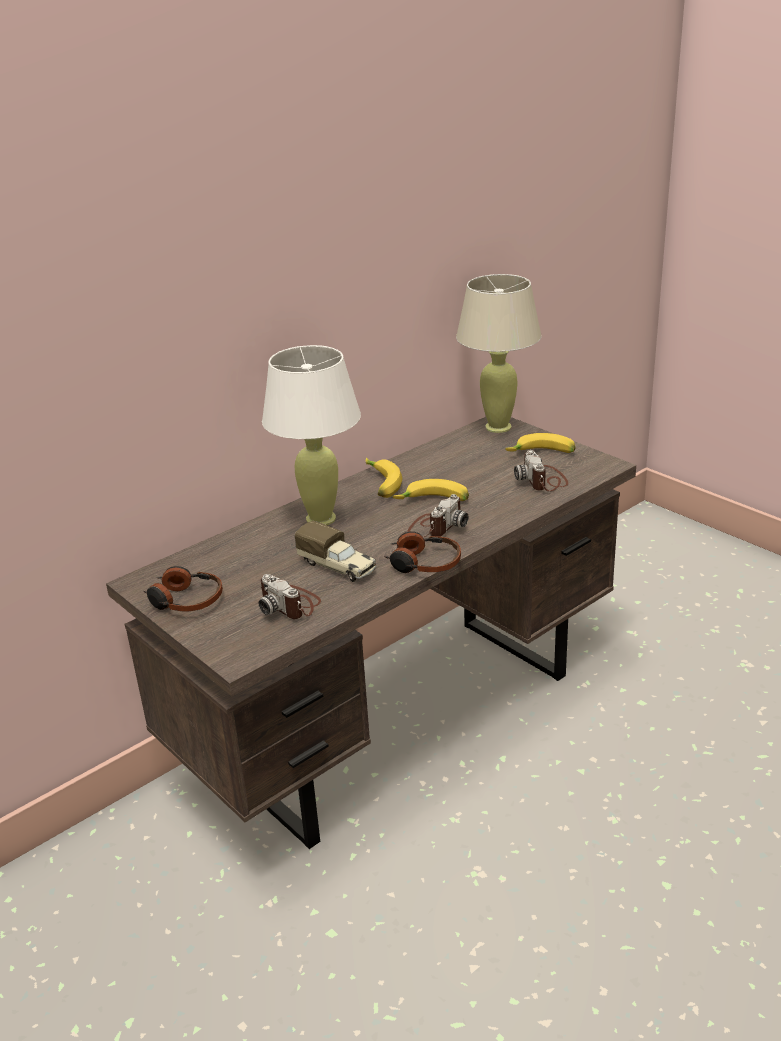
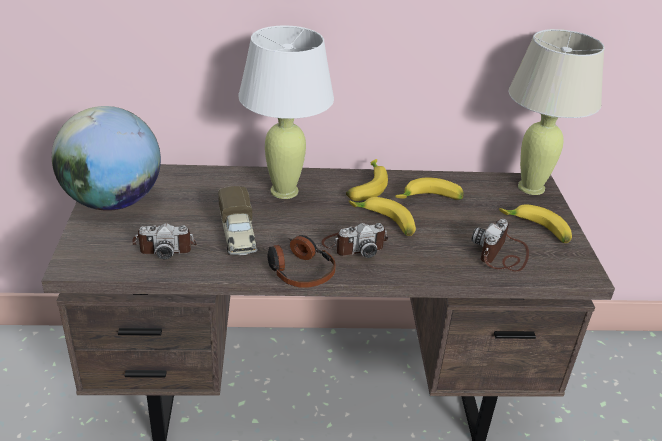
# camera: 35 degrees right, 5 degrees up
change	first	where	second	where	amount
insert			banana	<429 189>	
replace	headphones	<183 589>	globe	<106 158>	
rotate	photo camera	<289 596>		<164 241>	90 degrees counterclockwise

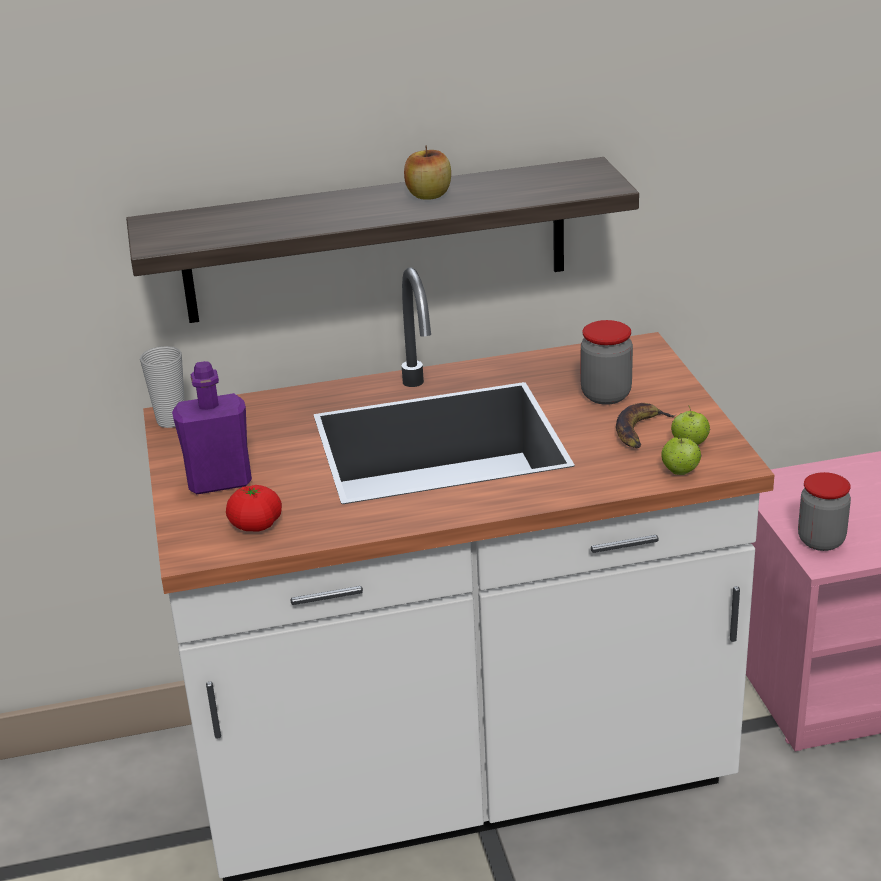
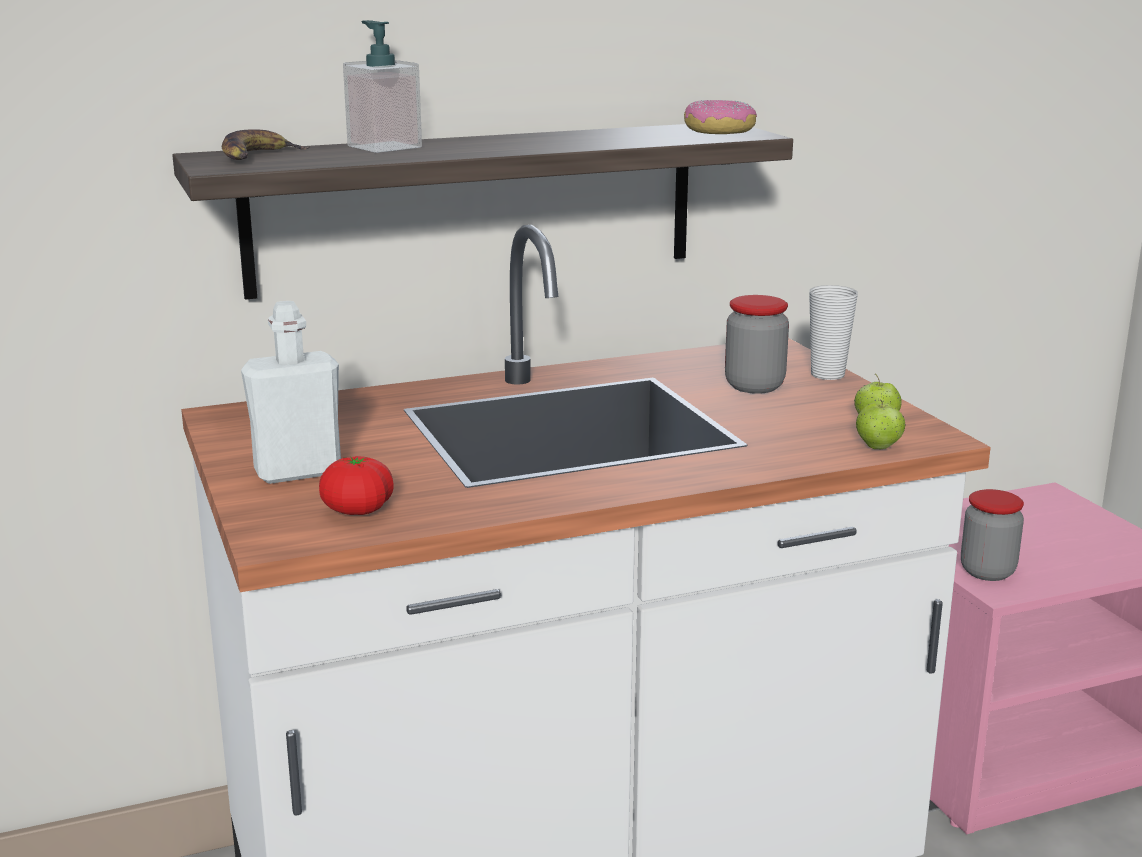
# camera: 10 degrees left, 10 degrees down
change	first	where	second	where	amount
delete	apple	<427 172>			
insert			soap dispenser	<382 86>	
insert			donut	<720 117>	
move	cup	<162 387>		<833 332>	
move	banana	<646 426>		<265 144>	
recolor	bottle (purple)	<212 427>	bottle (white)	<291 392>	

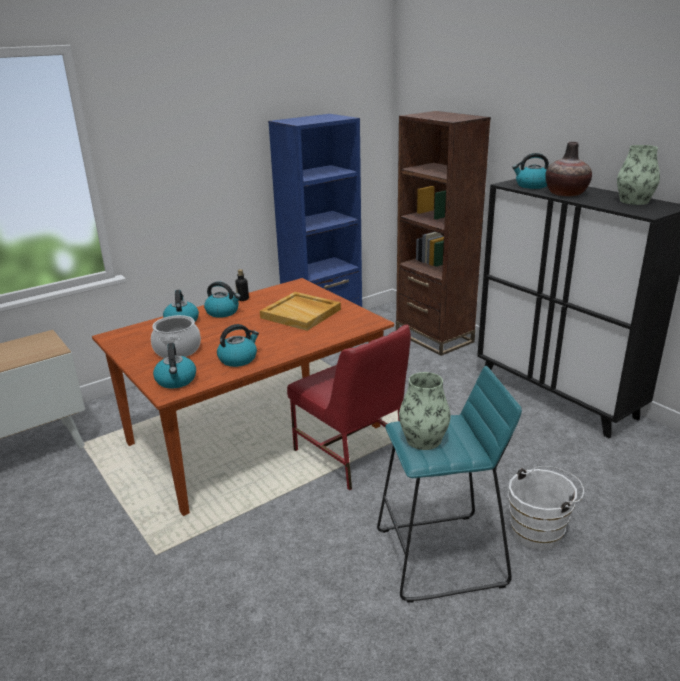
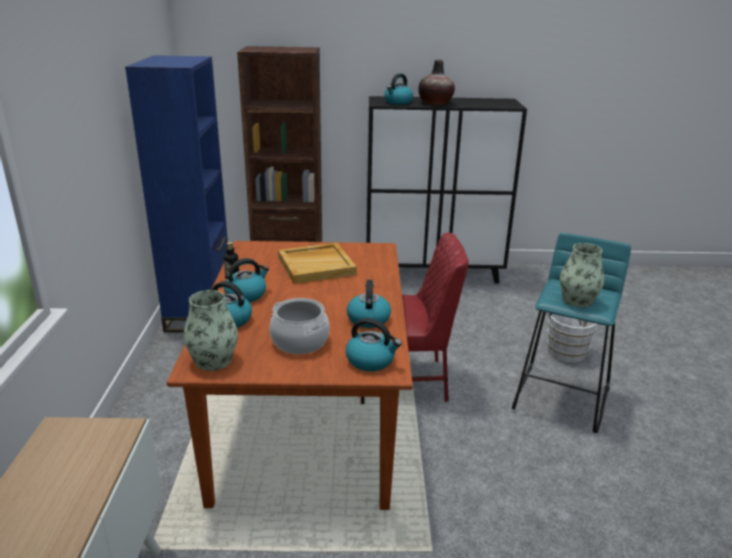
# camera: 55 degrees left, 0 degrees up
change	first	where	second	where	amount
move	vase	<638 175>		<210 330>	

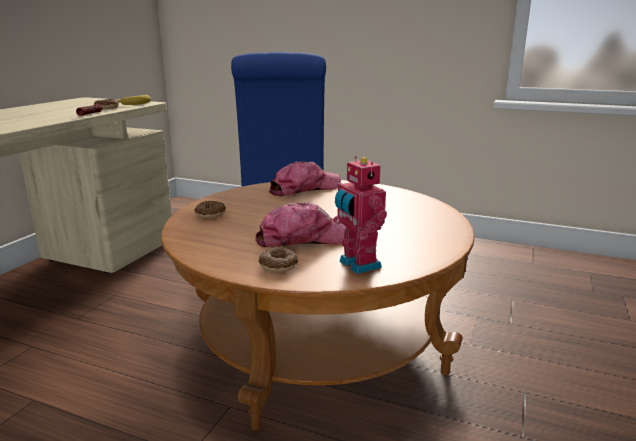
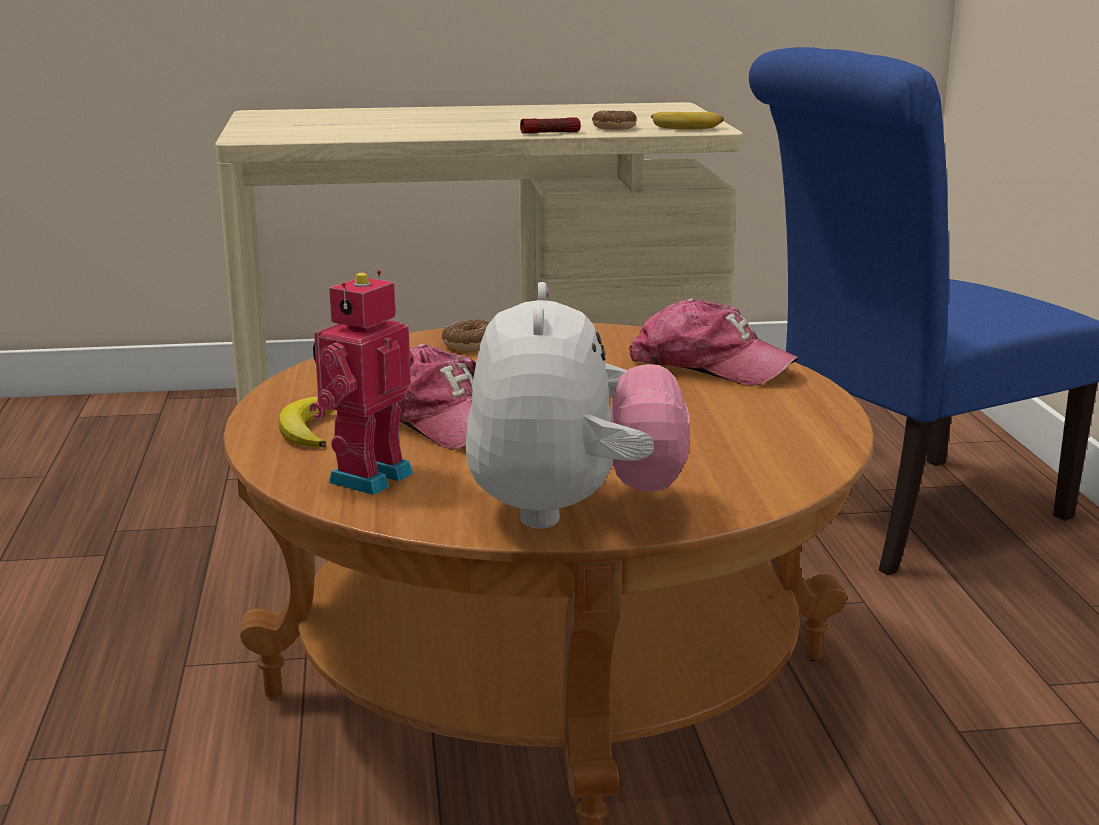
# camera: 60 degrees right, 0 degrees up
change	first	where	second	where	amount
insert			plush toy	<577 405>	
replace	donut	<278 259>	banana	<306 422>	

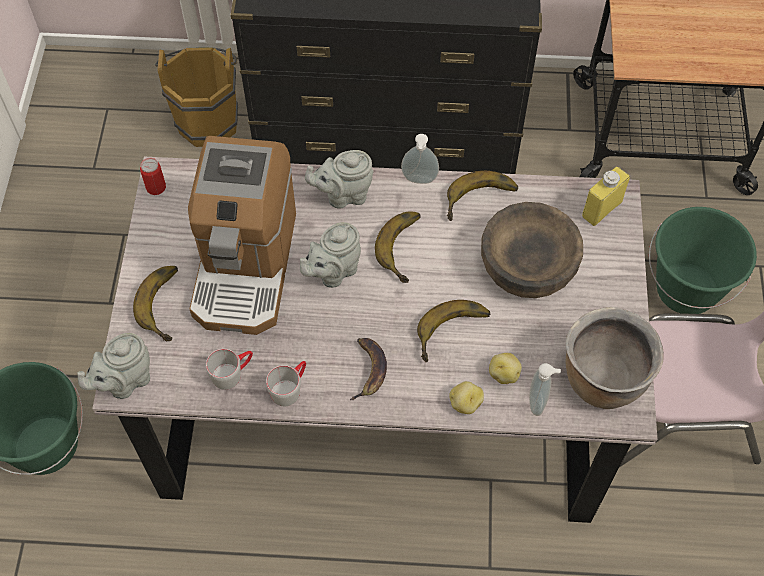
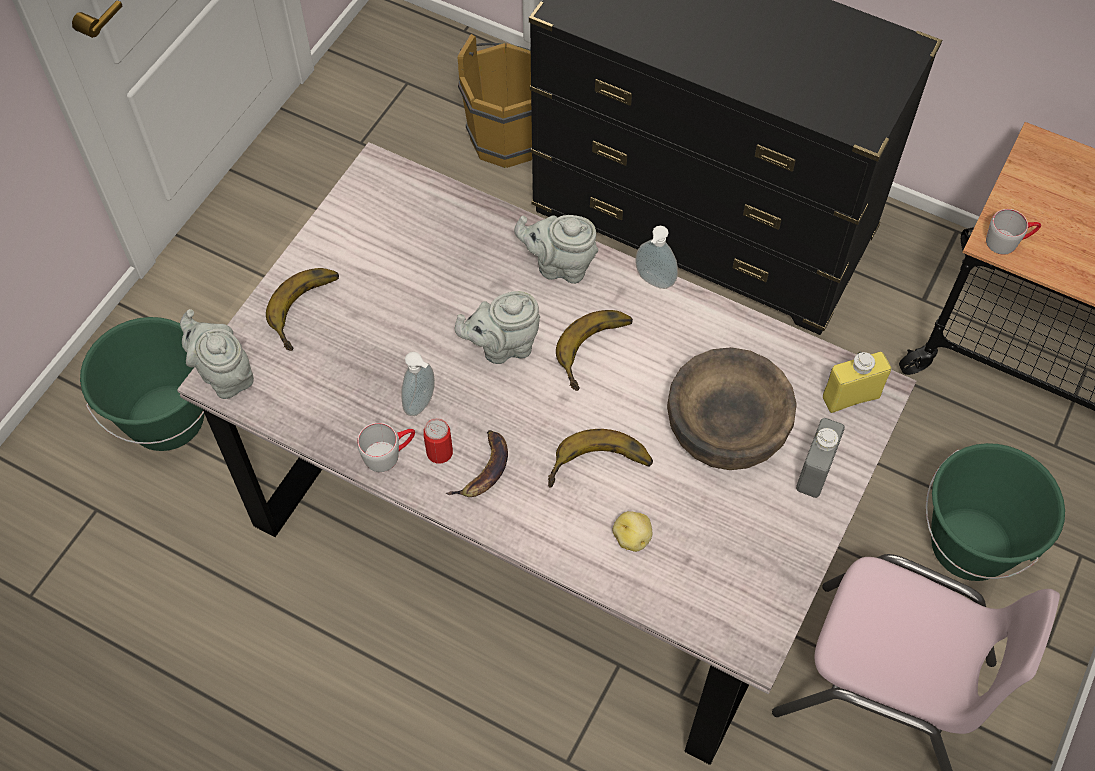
# camera: 25 degrees right, 0 degrees up
change	first	where	second	where	amount
delete	coffee machine	<242 235>			
delete	banana	<482 196>			
delete	potato	<466 397>			
delete	cooking pot (brown)	<614 358>			
insert			bottle (grey)	<820 458>	
move	can	<153 176>		<438 441>	
move	mug (grey)	<229 369>		<1013 232>	
move	soap dispenser	<545 389>		<418 384>	
rotate	teapot (grey)	<113 366>		<217 354>	60 degrees clockwise

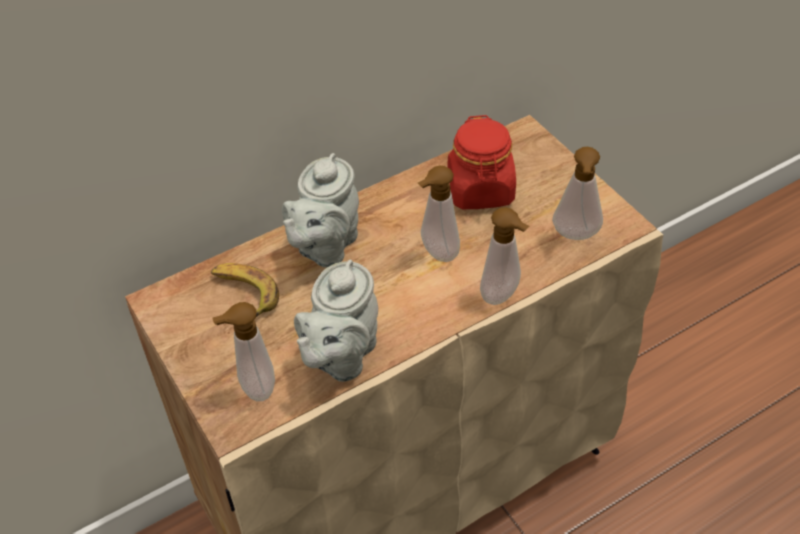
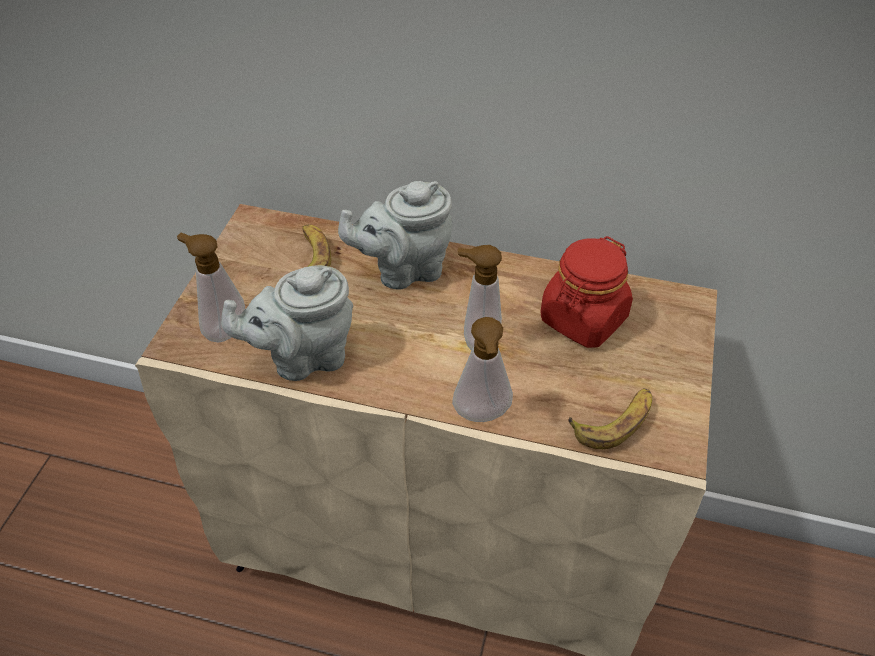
# camera: 45 degrees right, 0 degrees up
change	first	where	second	where	amount
replace	soap dispenser	<577 193>	banana	<610 418>	

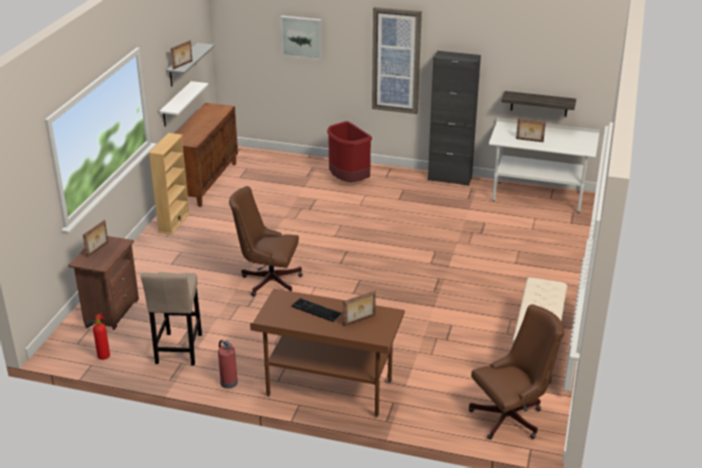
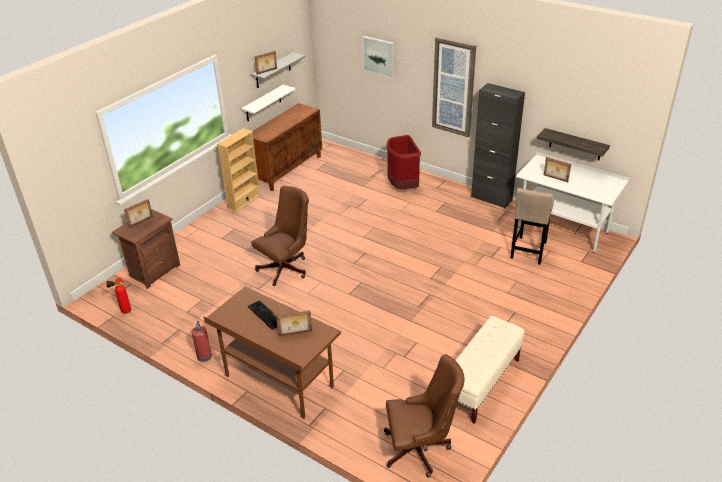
# camera: 20 degrees right, 5 degrees up
change	first	where	second	where	amount
move	stool (beige)	<171 318>		<532 226>	
rotate	office chair (brown)	<266 241>		<280 236>	105 degrees clockwise

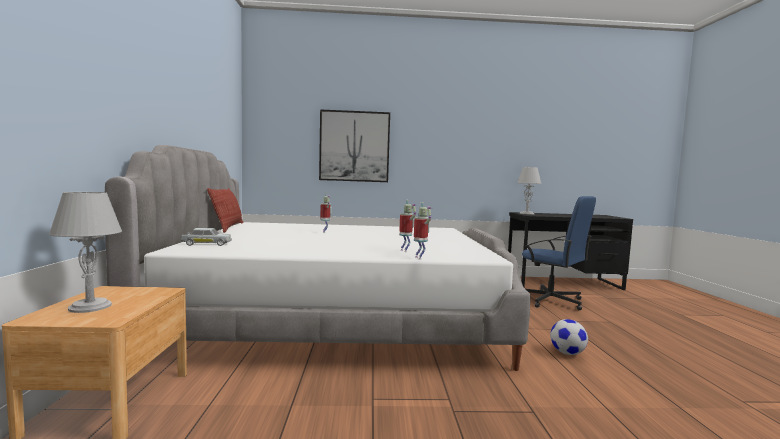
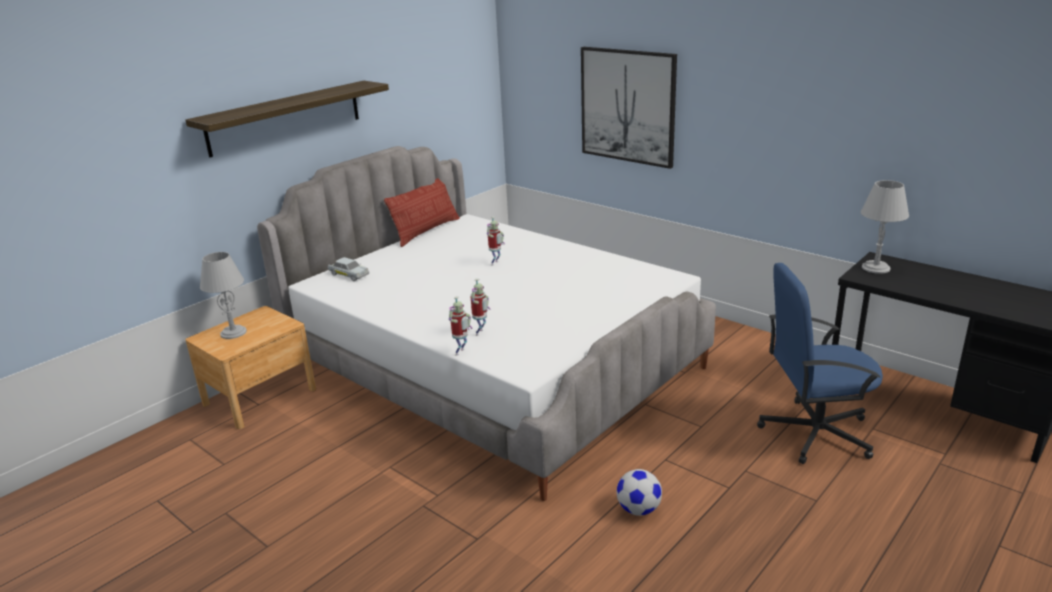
# camera: 45 degrees right, 20 degrees up
change	first	where	second	where	amount
insert			shelf	<287 119>	
rotate	office chair (blue)	<559 253>		<820 363>	90 degrees clockwise

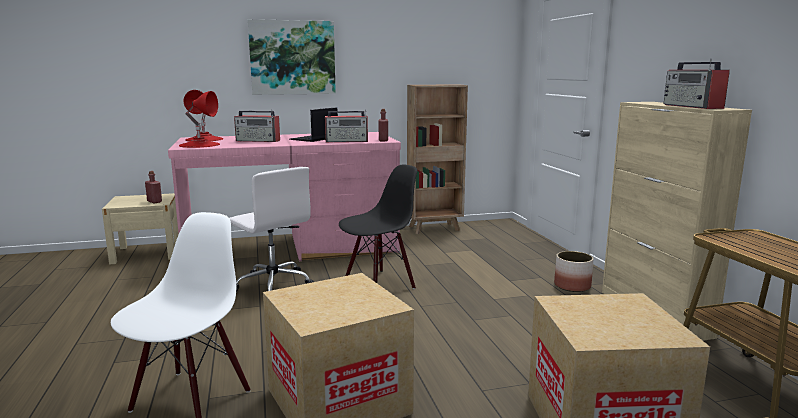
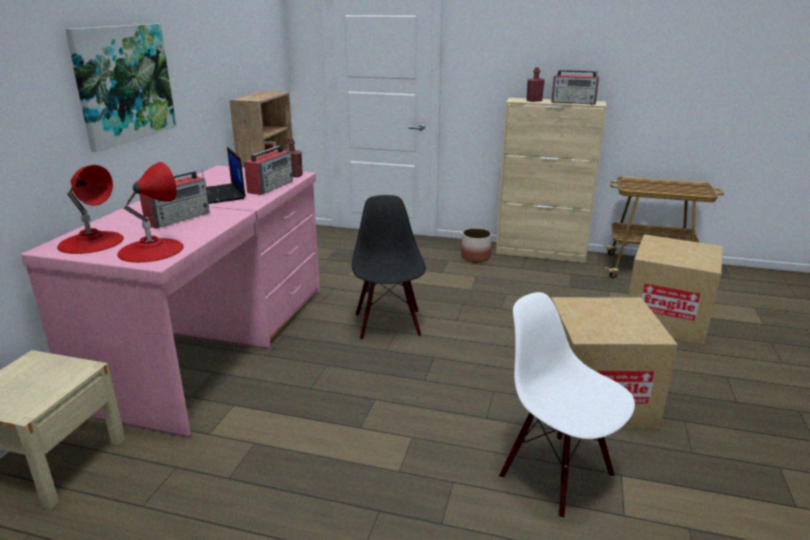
# camera: 60 degrees left, 10 degrees up
change	first	where	second	where	amount
delete	office chair (white)	<271 229>			
move	bottle (red)	<153 187>		<535 84>	

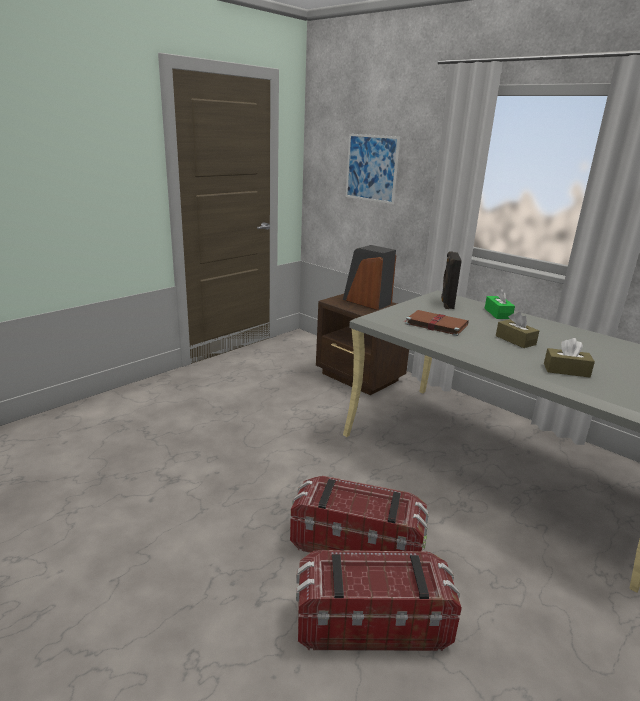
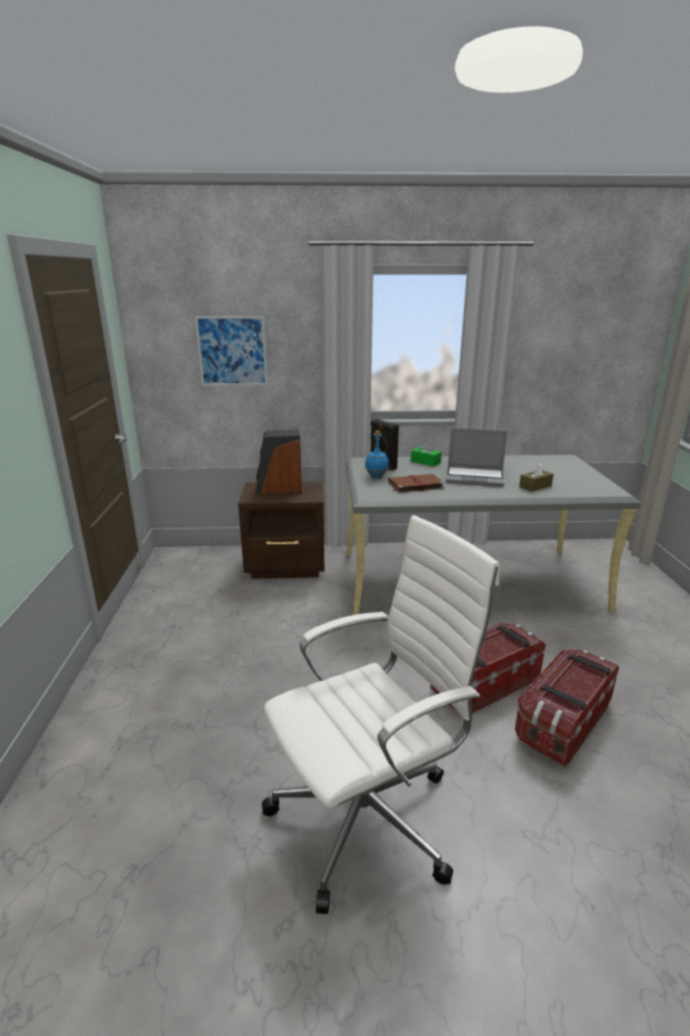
# camera: 45 degrees left, 0 degrees up
change	first	where	second	where	amount
insert			office chair (white)	<381 714>	
insert			bottle (blue)	<377 455>	
replace	tissue box (brown)	<517 330>	laptop	<476 457>	

